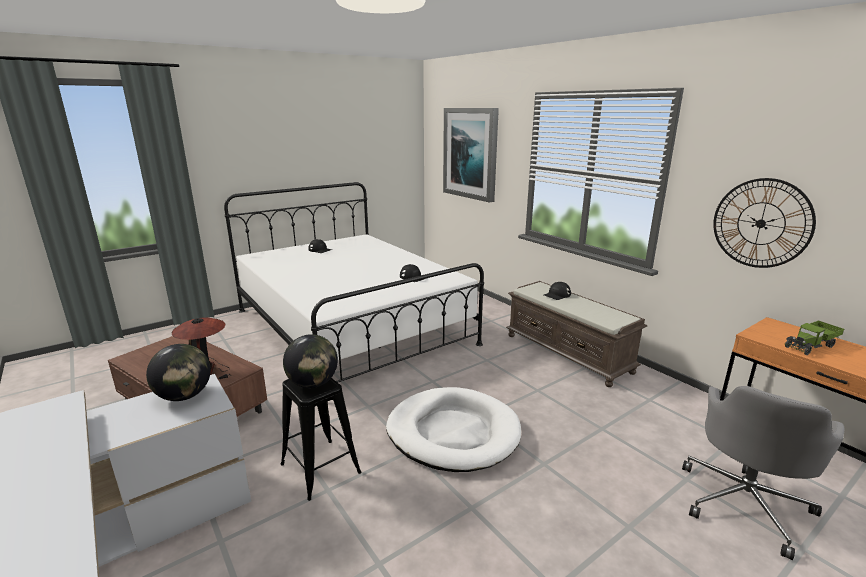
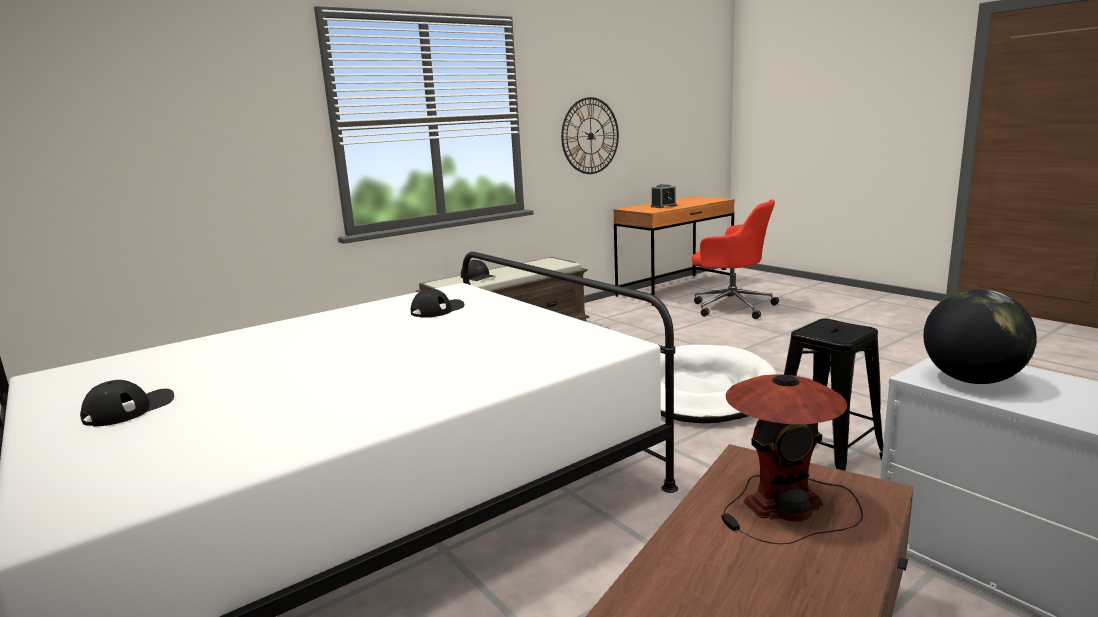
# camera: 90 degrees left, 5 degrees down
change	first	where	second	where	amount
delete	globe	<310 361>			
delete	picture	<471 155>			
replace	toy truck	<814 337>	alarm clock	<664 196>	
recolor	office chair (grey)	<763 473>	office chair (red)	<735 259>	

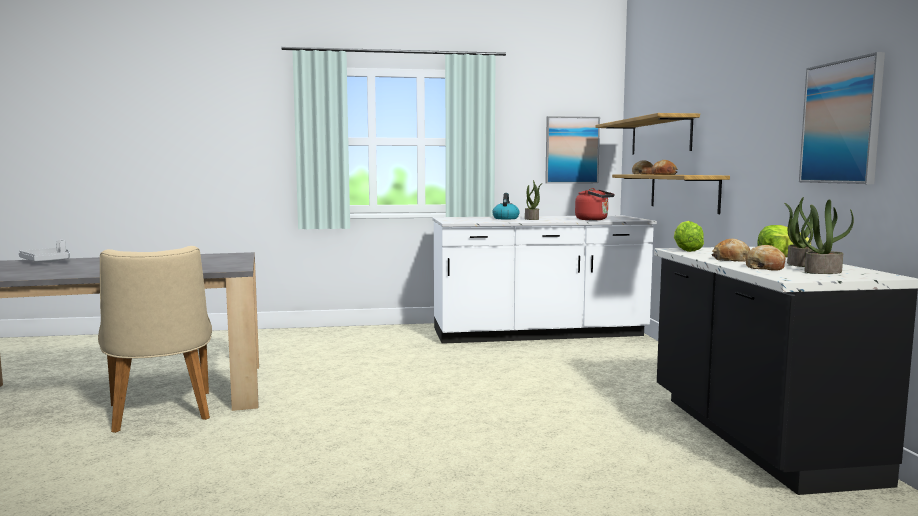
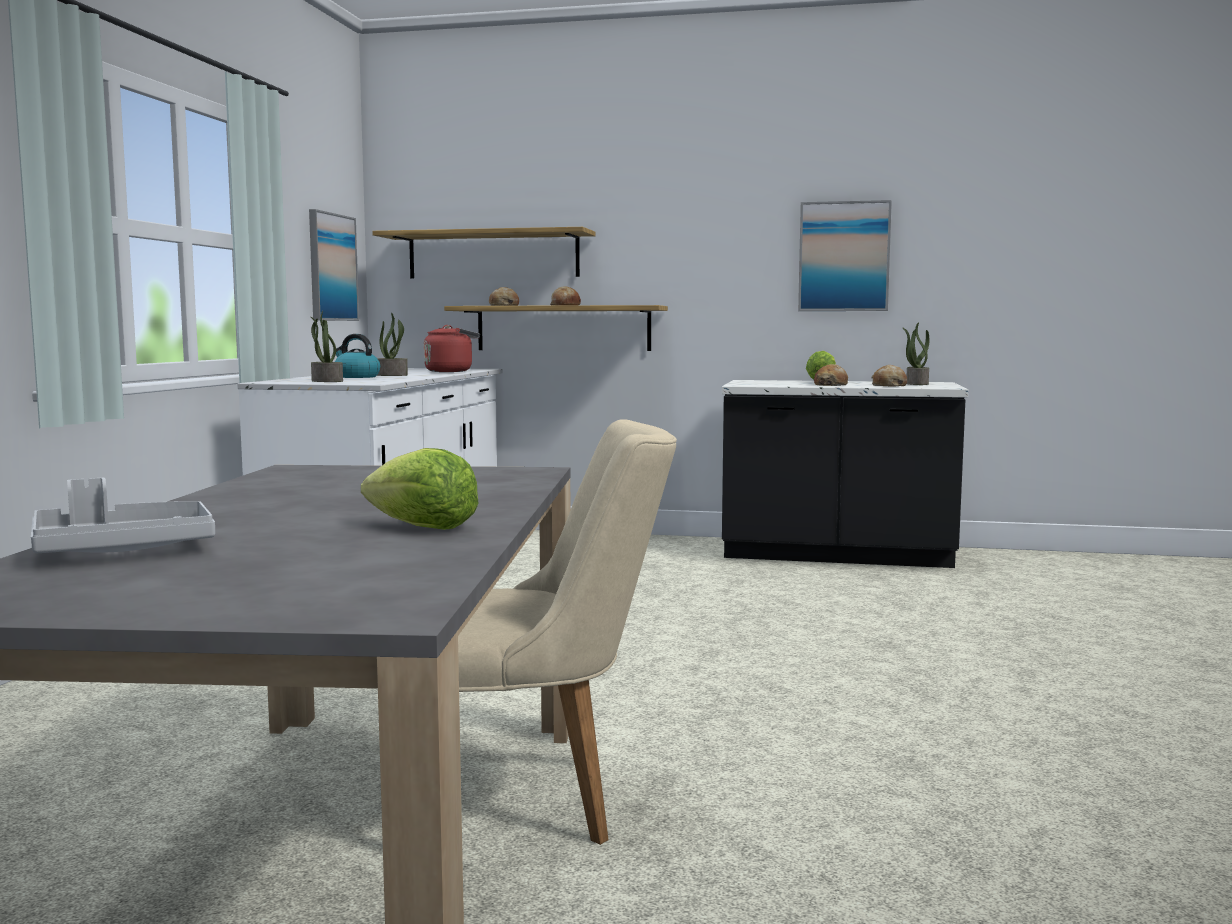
# camera: 70 degrees left, 0 degrees up
change	first	where	second	where	amount
move	lettuce	<689 236>		<420 489>	
move	potted plant	<799 232>		<327 346>	

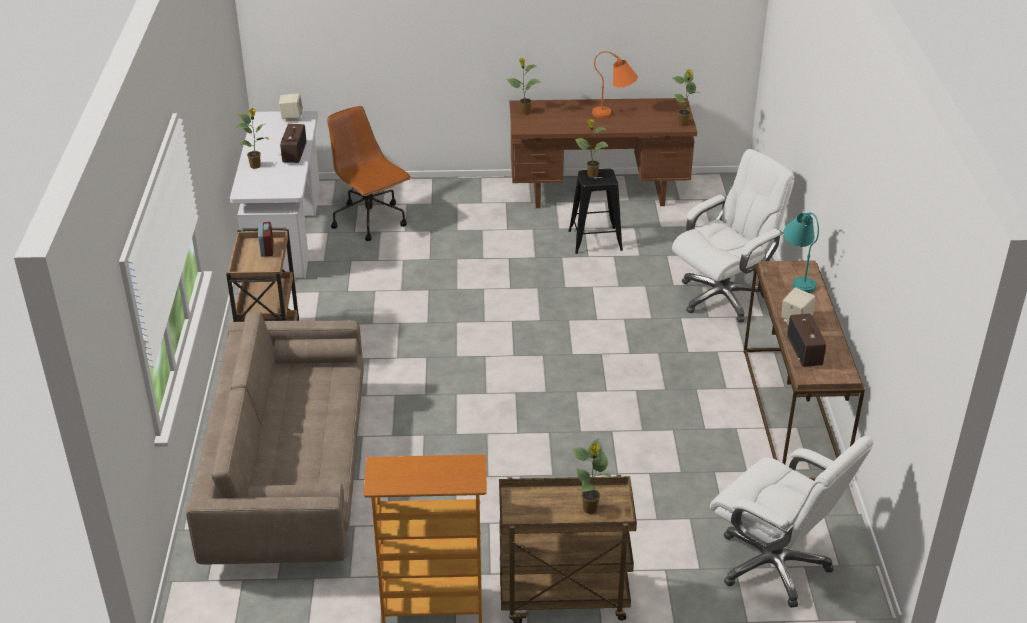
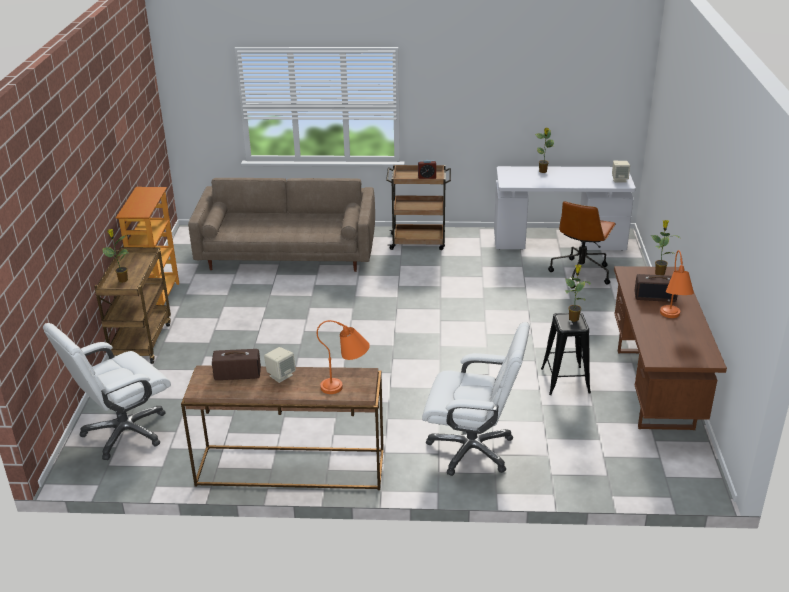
# camera: 95 degrees right, 5 degrees down
change	first	where	second	where	amount
delete	potted plant	<686 97>			
move	radio	<293 143>		<656 288>	
recolor	table lamp (turquoise)	<801 253>	table lamp (orange)	<343 357>	
rotate	office chair (brown)	<369 173>		<582 245>	150 degrees clockwise
rotate	office chair (white)	<733 235>		<476 399>	45 degrees counterclockwise

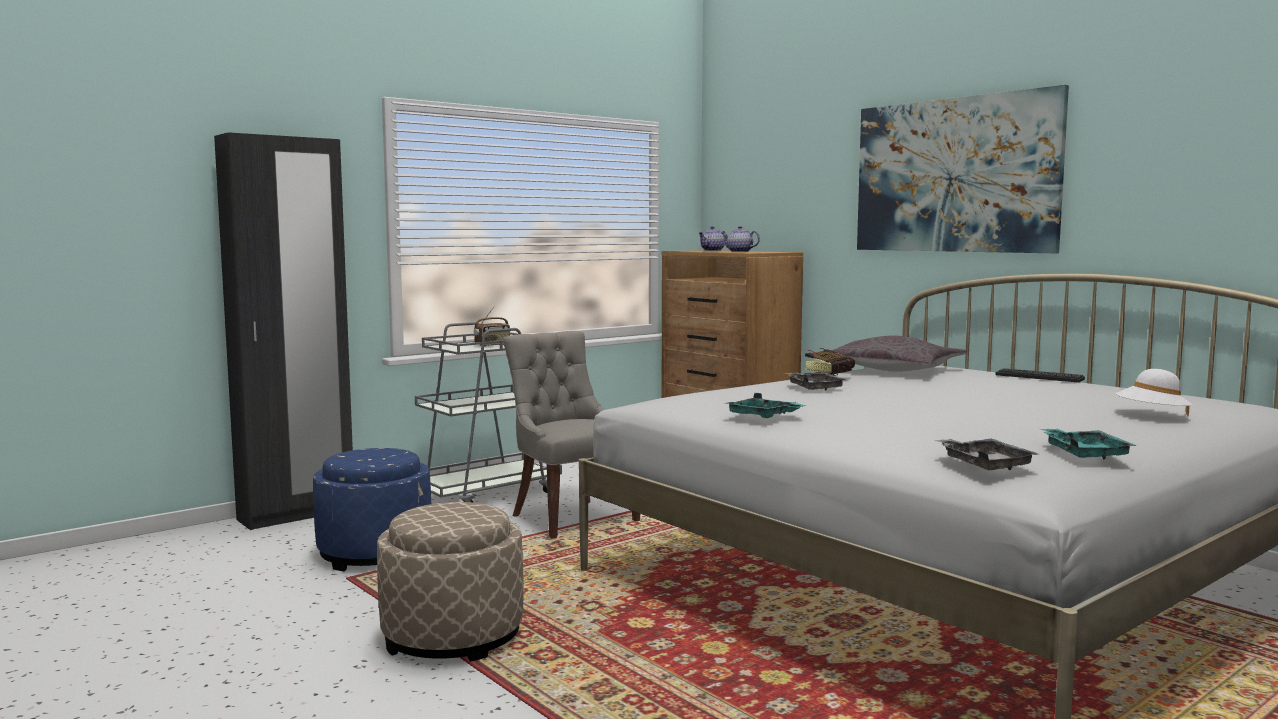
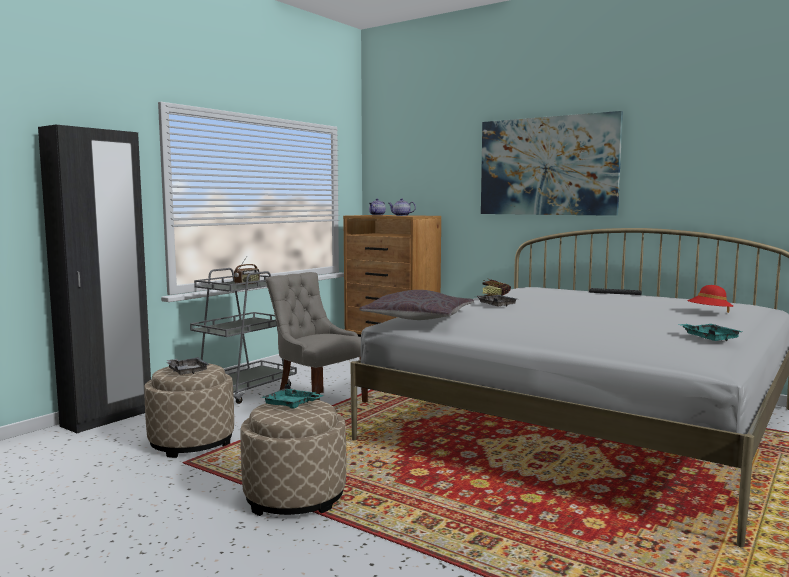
# camera: 15 degrees left, 0 degrees up
change	first	where	second	where	amount
move	tray (turquoise)	<765 405>		<292 396>	
move	pillow (grey)	<899 354>		<416 305>	
move	tray (grey)	<986 454>		<187 366>	
recolor	ottoman (blue)	<372 509>	ottoman (beige)	<189 410>	
recolor	hat (white)	<1153 393>	hat (red)	<710 299>	

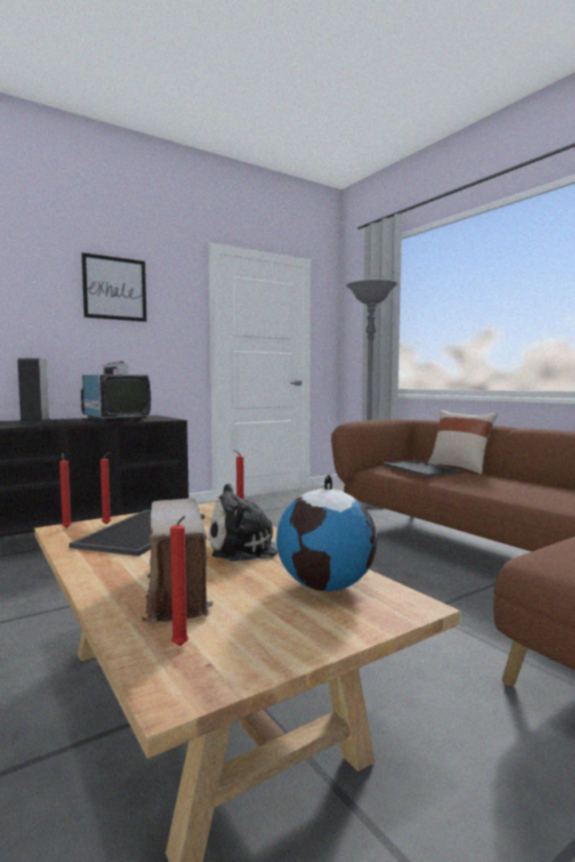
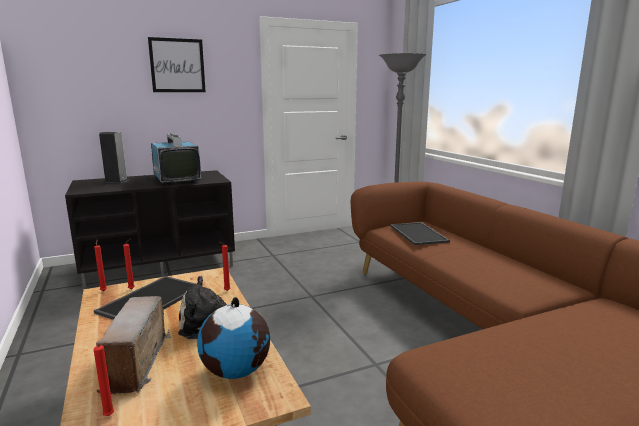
# camera: 10 degrees right, 10 degrees up
change	first	where	second	where	amount
delete	pillow (beige)	<463 442>			

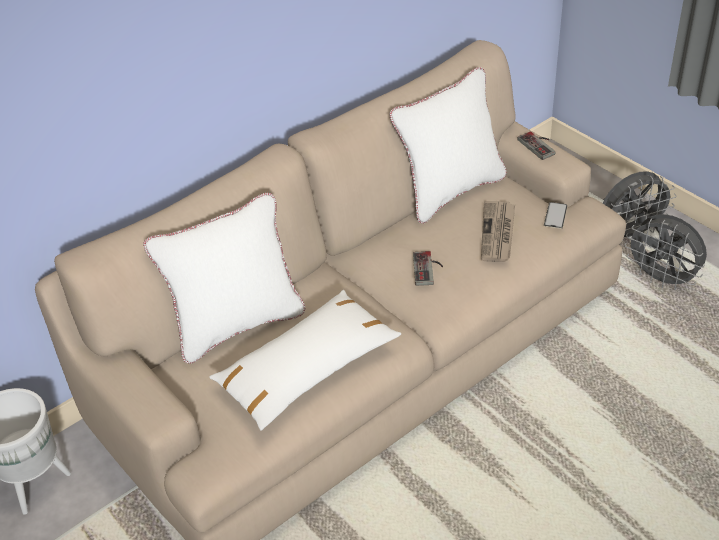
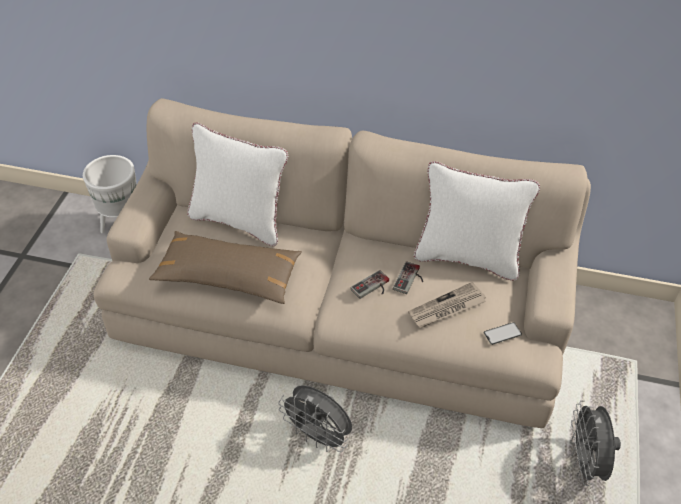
# camera: 50 degrees right, 5 degrees up
change	first	where	second	where	amount
move	game controller	<536 146>		<408 277>	
move	fan (grey)	<639 206>		<315 418>	
recolor	pillow (white)	<305 360>	pillow (brown)	<225 267>	

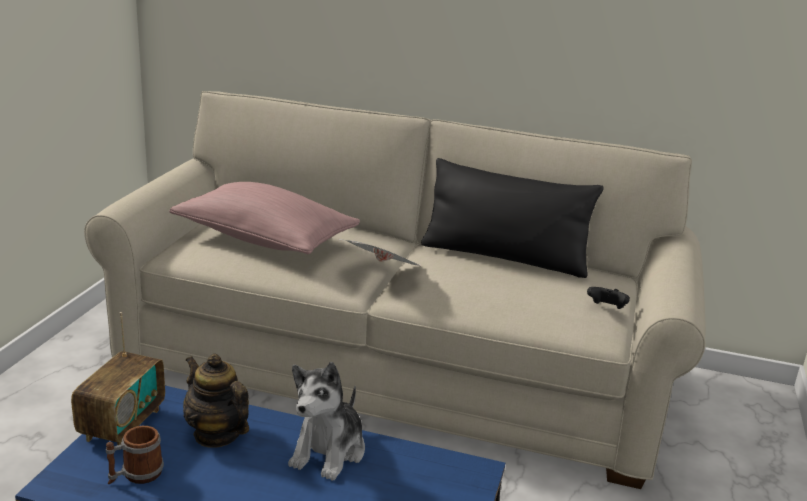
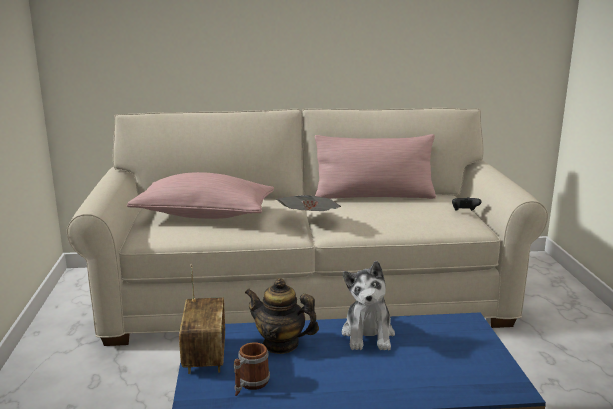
# camera: 20 degrees left, 5 degrees down
change	first	where	second	where	amount
recolor	pillow (black)	<512 218>	pillow (pink)	<375 166>	

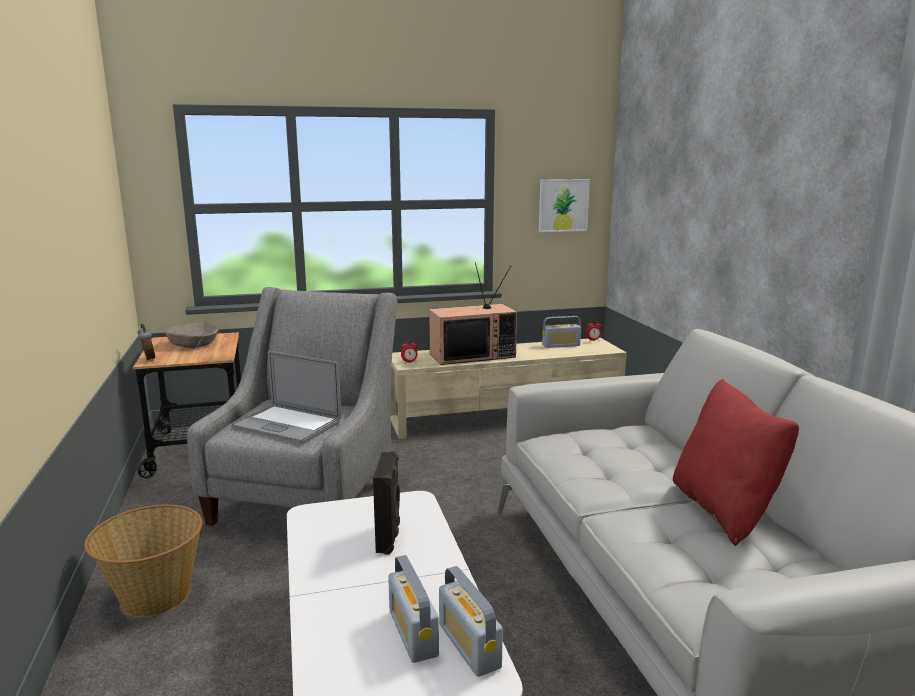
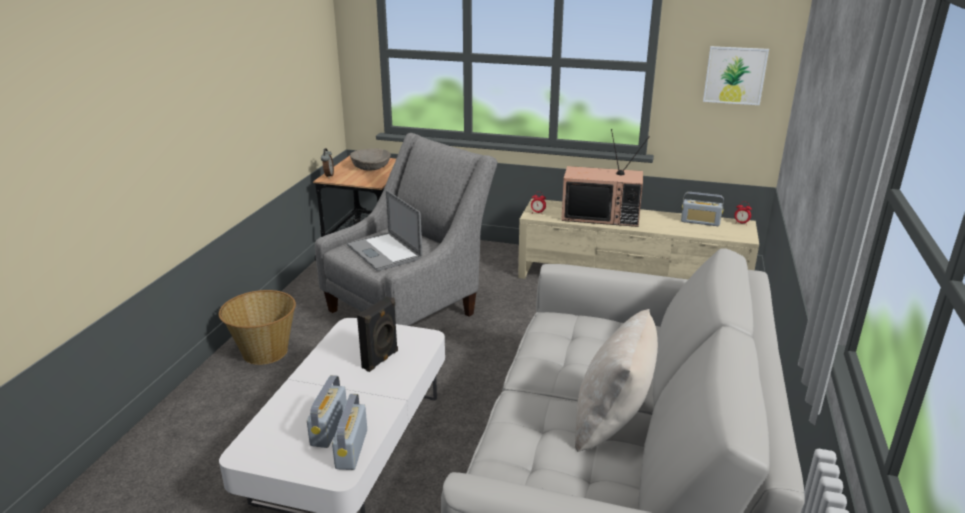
# camera: 30 degrees right, 10 degrees up
change	first	where	second	where	amount
recolor	pillow (red)	<736 462>	pillow (beige)	<616 380>	

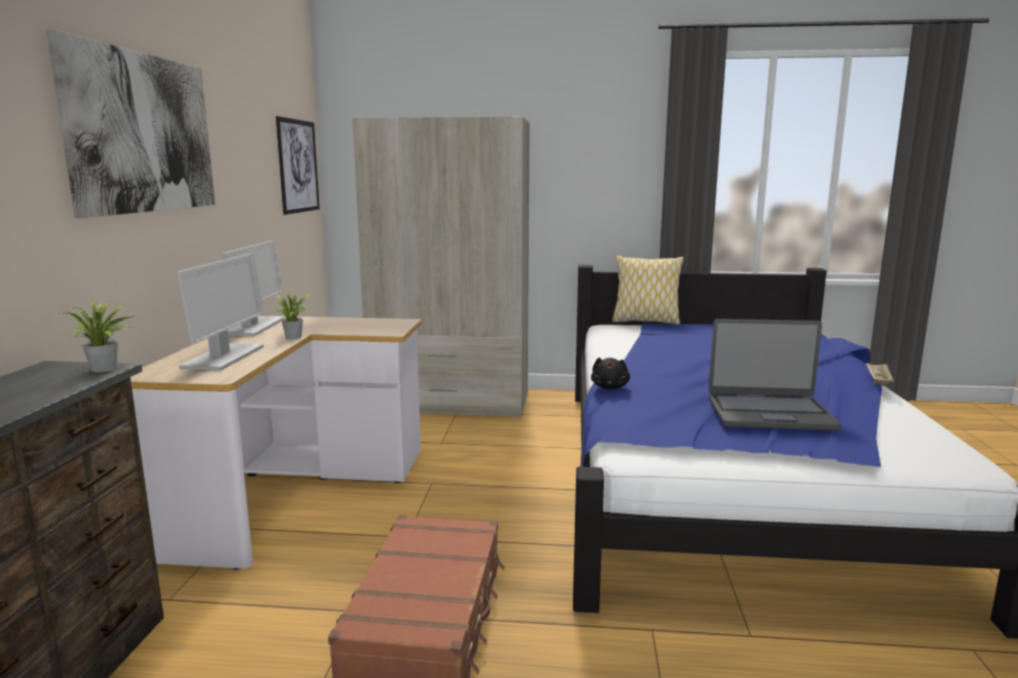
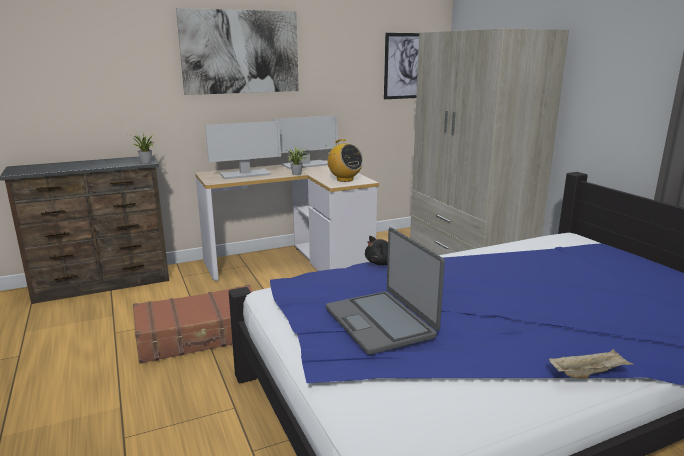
# camera: 60 degrees right, 5 degrees up
change	first	where	second	where	amount
delete	pillow	<648 290>			
insert			radio	<344 160>	

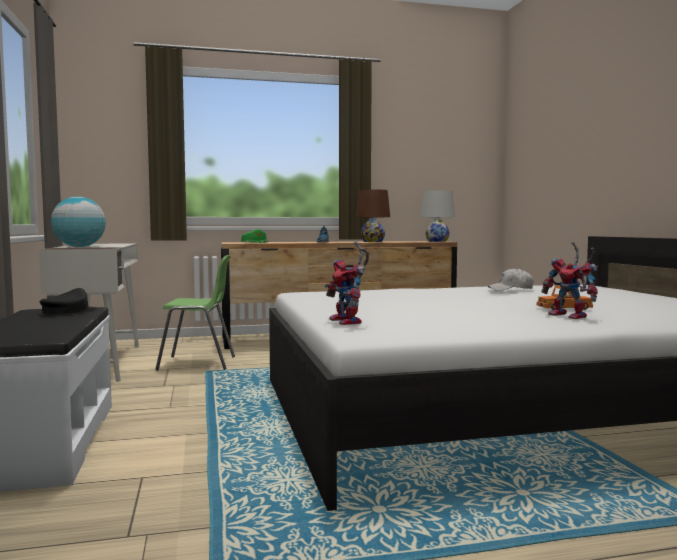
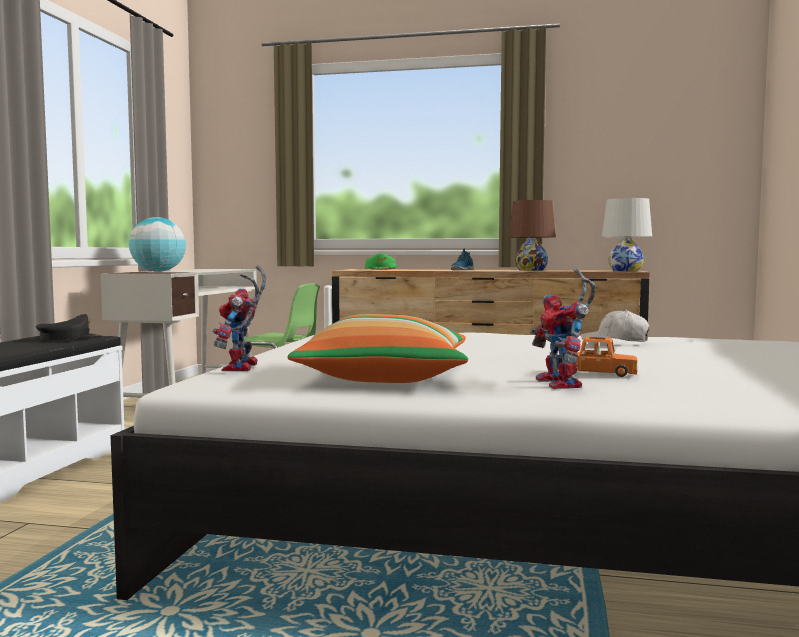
# camera: 25 degrees right, 0 degrees up
change	first	where	second	where	amount
insert			pillow	<377 348>	

